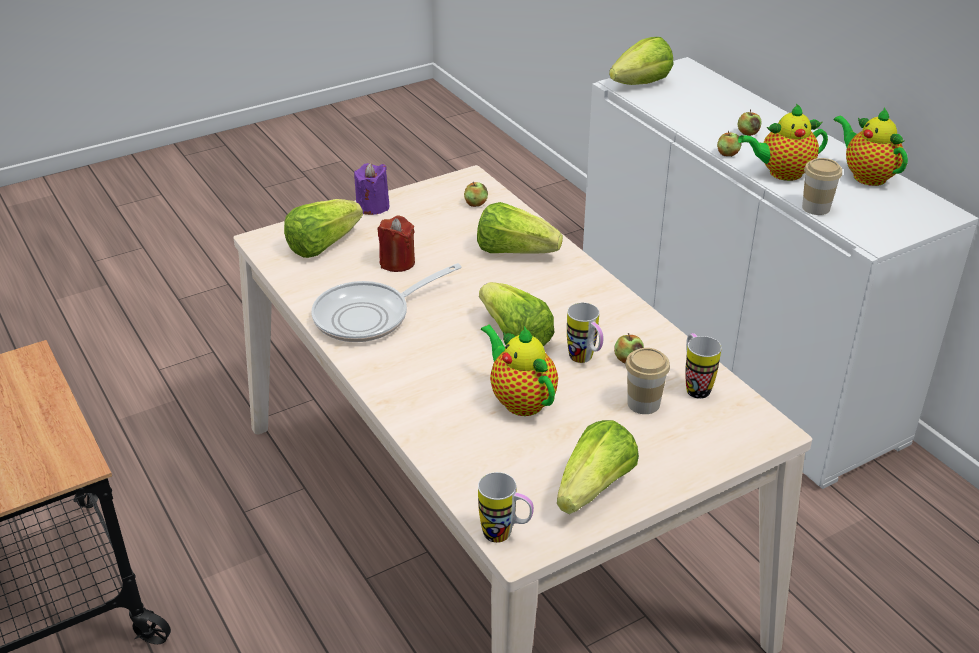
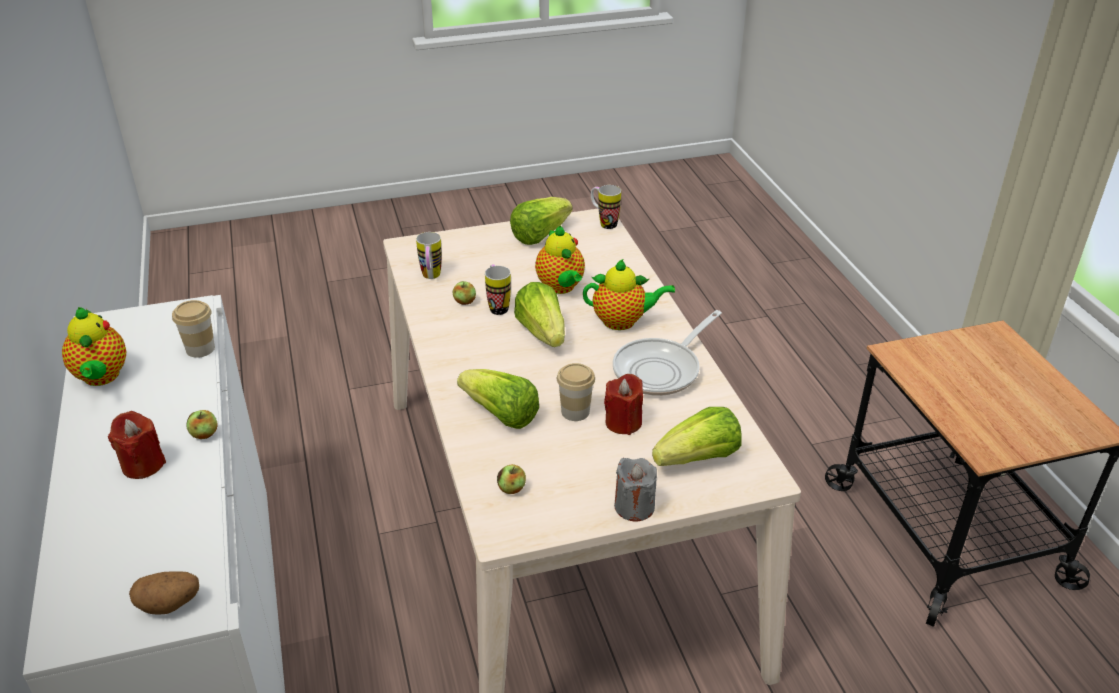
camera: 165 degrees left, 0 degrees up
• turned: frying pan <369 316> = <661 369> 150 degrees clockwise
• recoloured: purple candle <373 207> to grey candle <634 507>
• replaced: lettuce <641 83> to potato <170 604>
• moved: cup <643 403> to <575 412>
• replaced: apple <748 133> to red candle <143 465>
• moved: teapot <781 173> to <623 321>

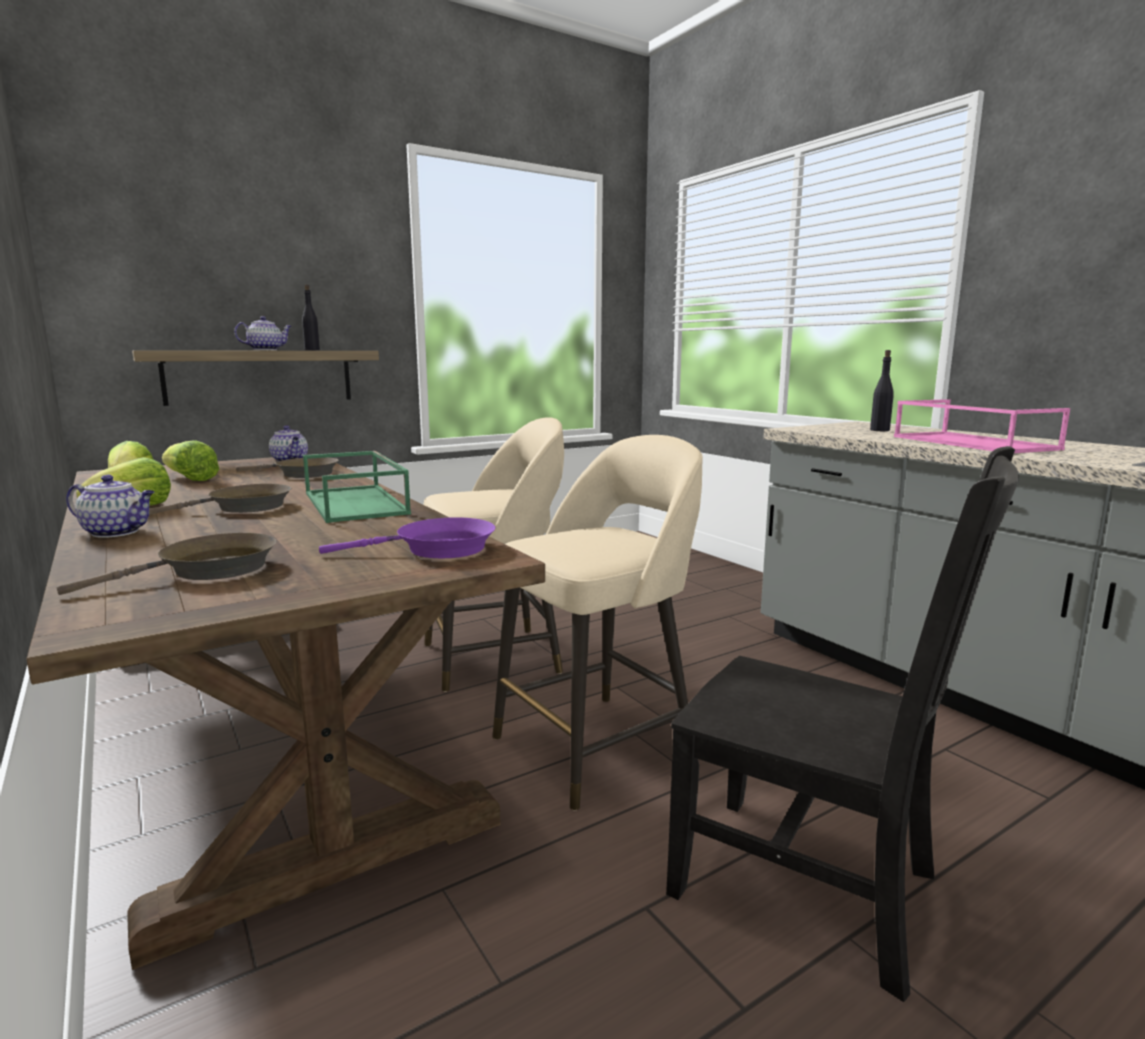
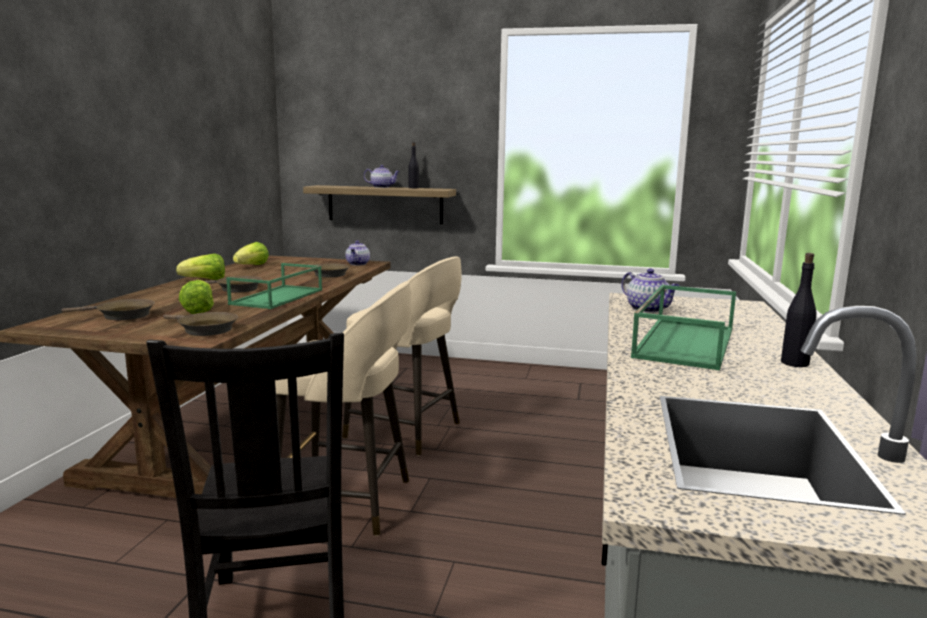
camera: 45 degrees right, 0 degrees up
• moved: teapot <117 532> to <648 309>
• moved: lettuce <190 479> to <199 310>
• recoloured: purple frying pan <437 549> to brown frying pan <204 329>
• moved: black bottle <879 430> to <795 363>
• recoloured: pink tray <970 443> to green tray <683 342>

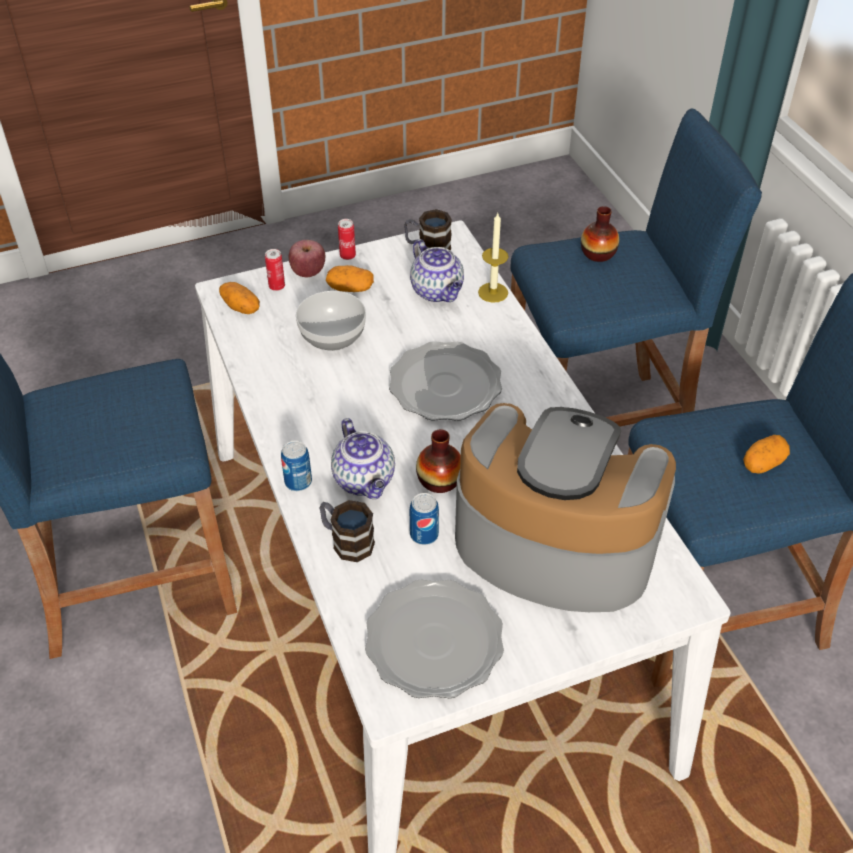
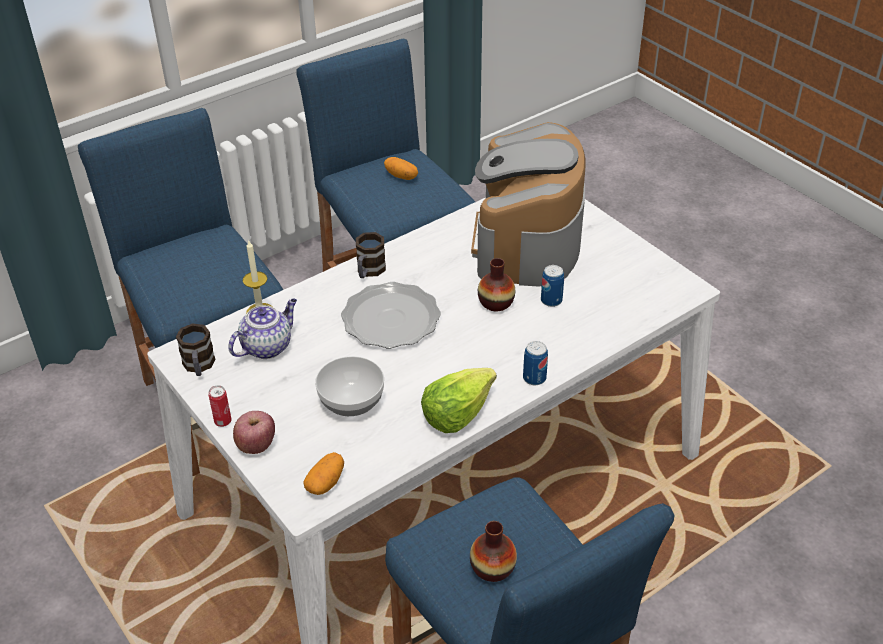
camera: 105 degrees left, 5 degrees down
• removed: can <277 286>
• moved: mug <346 541> to <369 271>
• removed: potato <350 288>
• removed: teapot <365 481>
• removed: plate <434 640>
• moved: vase <598 253> to <492 567>
• added: lettuce <457 412>

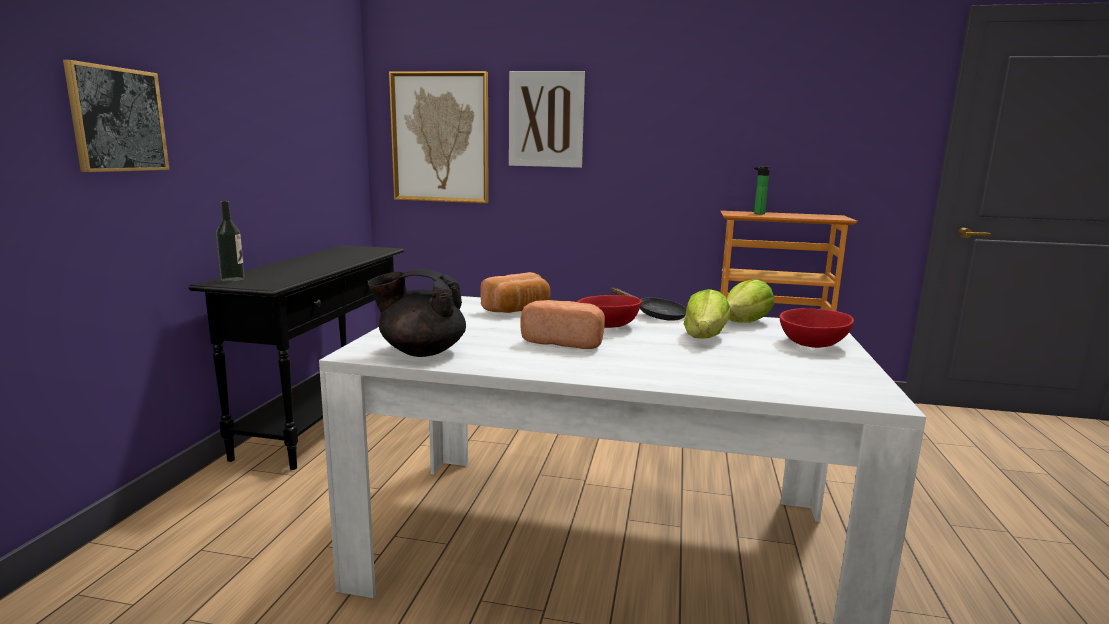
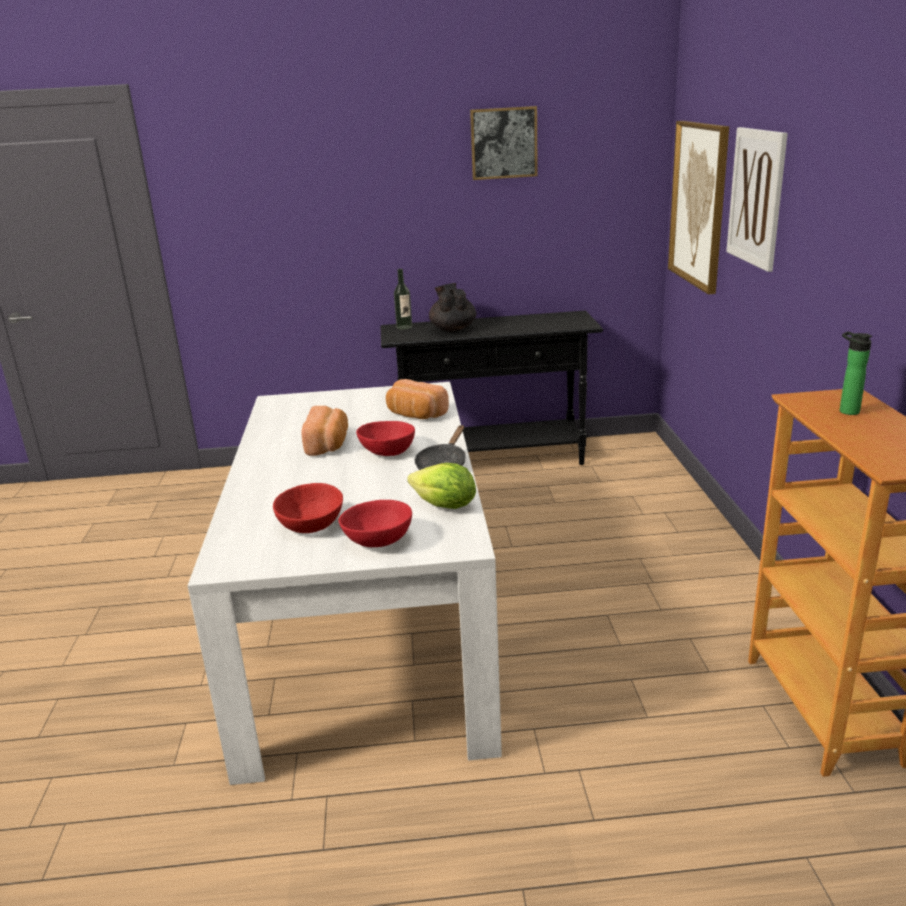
camera: 75 degrees right, 10 degrees up
• moved: picture <118 119> to <504 143>
• moved: black teapot <421 351> to <453 329>
• removed: lettuce <705 337>
• added: red bowl <310 525>

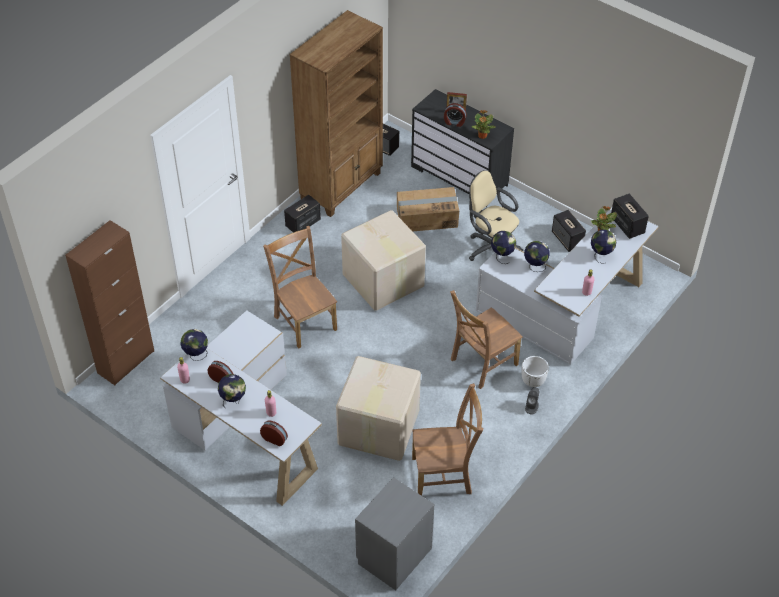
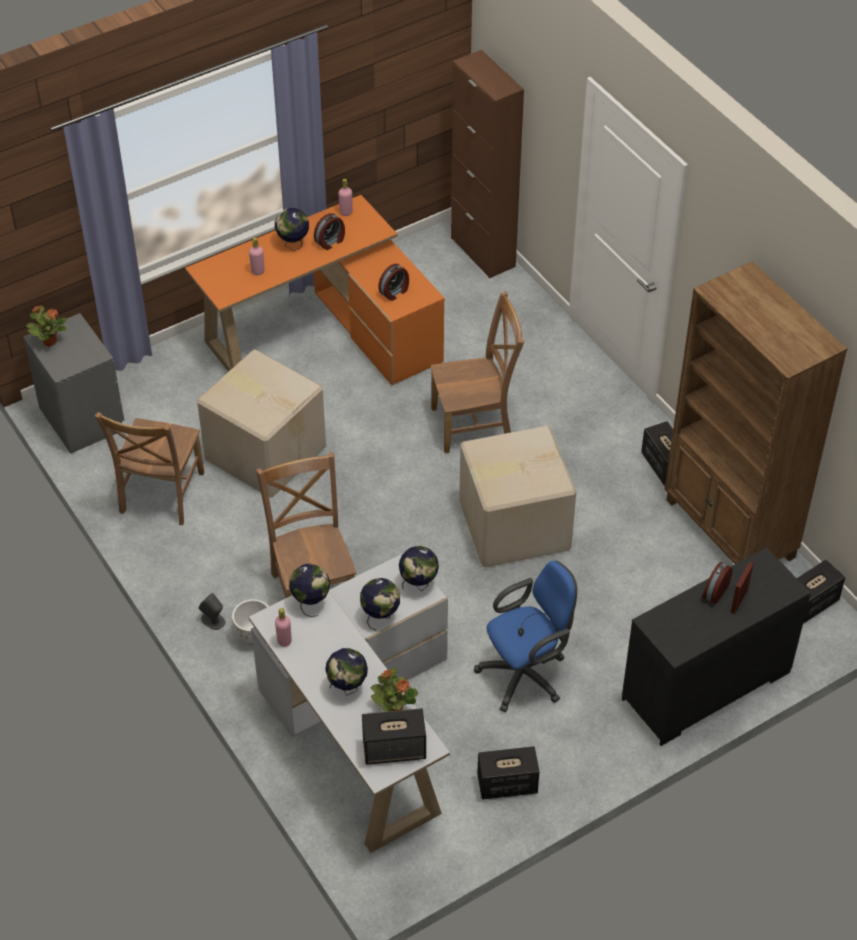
camera: 110 degrees right, 0 degrees up
• recoloured: white desk <246 430> to orange desk <326 334>
• moved: globe <196 355> to <311 603>
• moved: alarm clock <275 438> to <394 292>
• removed: cardboard box <426 217>
• recoloured: beige office chair <491 248> to blue office chair <527 674>
• moved: potted plant <482 136> to <49 341>

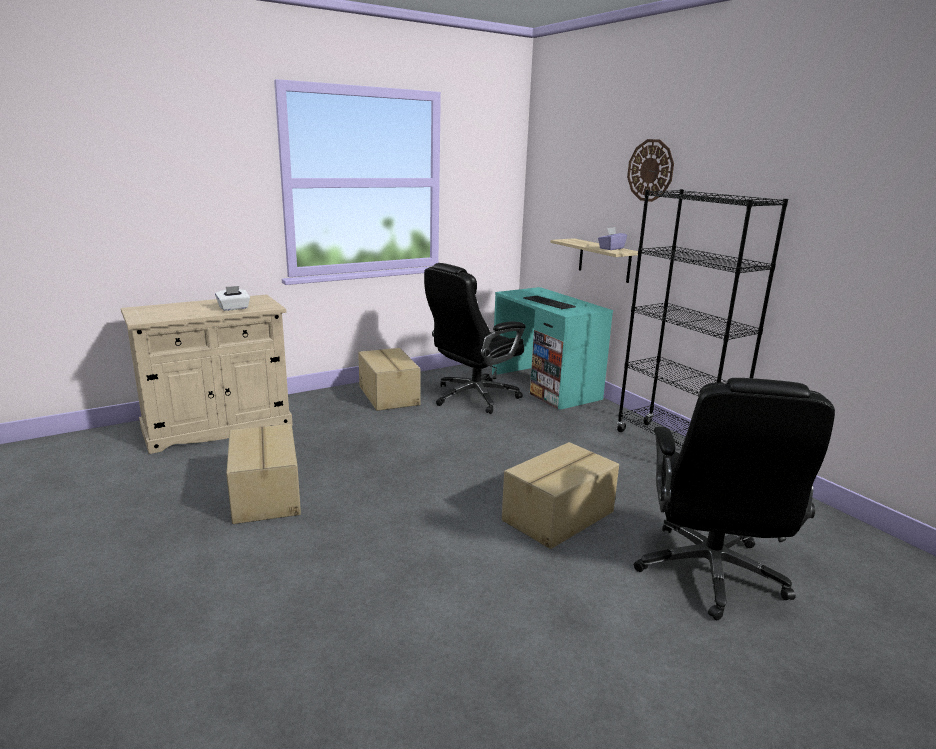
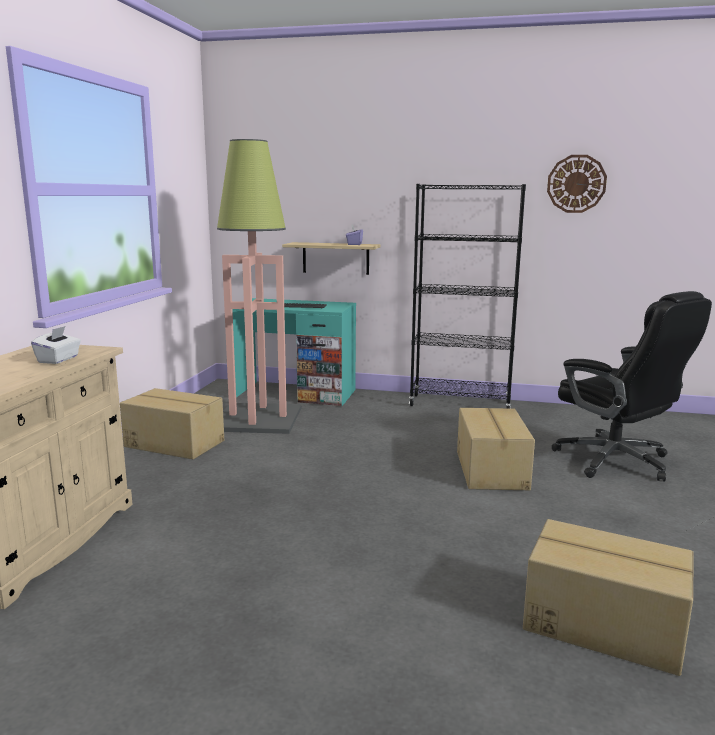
camera: 45 degrees left, 5 degrees down
• moved: cardboard box <267 494> to <603 623>
• replaced: black office chair <473 397> to floor lamp <256 419>
• moved: wall clock <650 170> to <576 184>

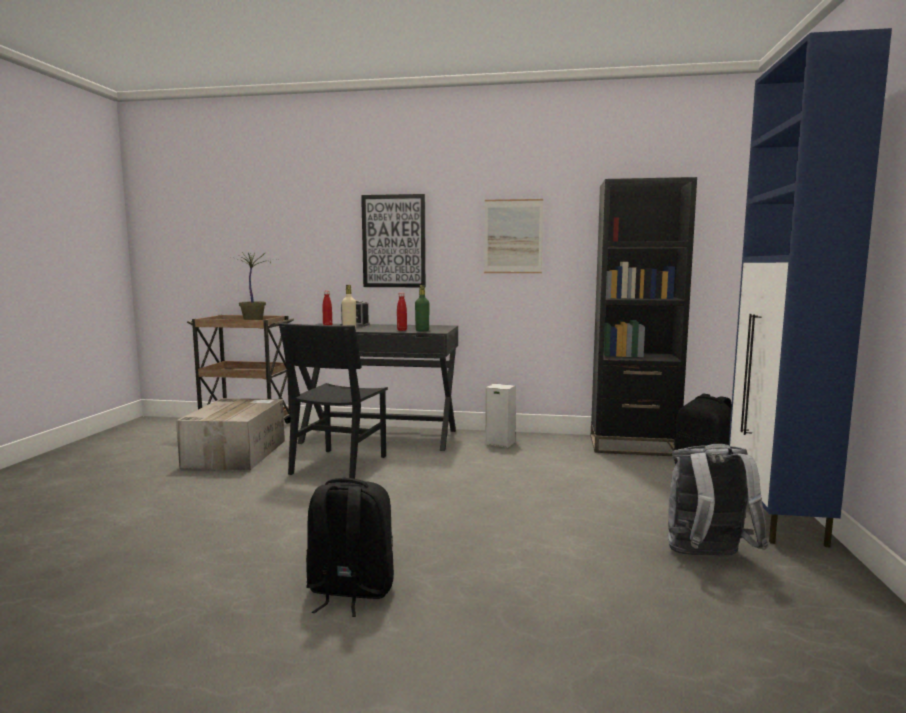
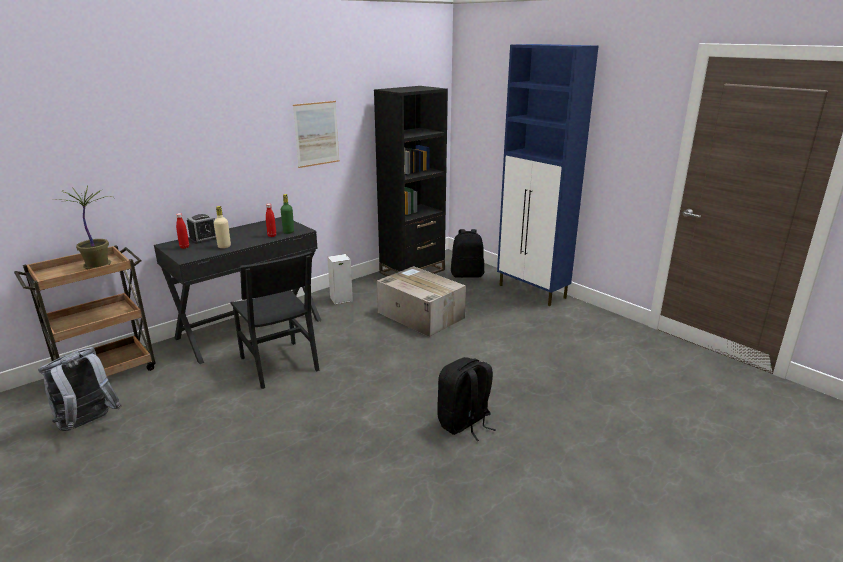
camera: 50 degrees left, 15 degrees up
• moved: cardboard box <236 453> to <419 315>
• removed: picture <394 241>
• moved: grey backpack <707 557> to <88 424>

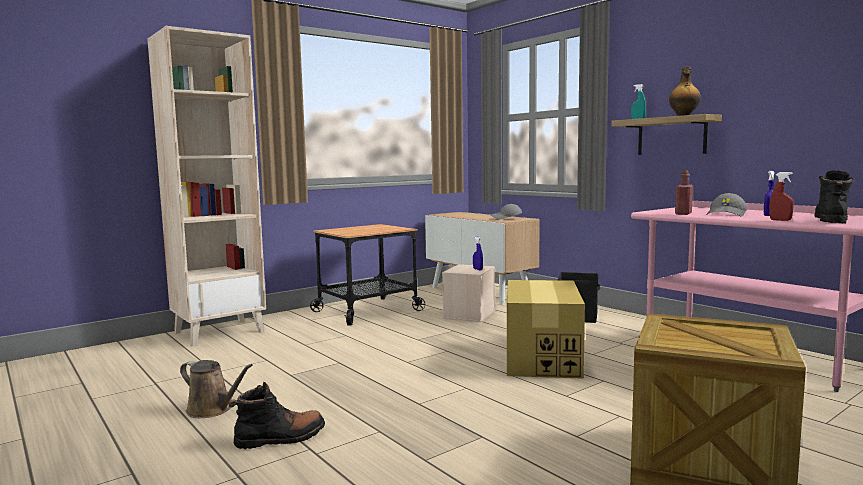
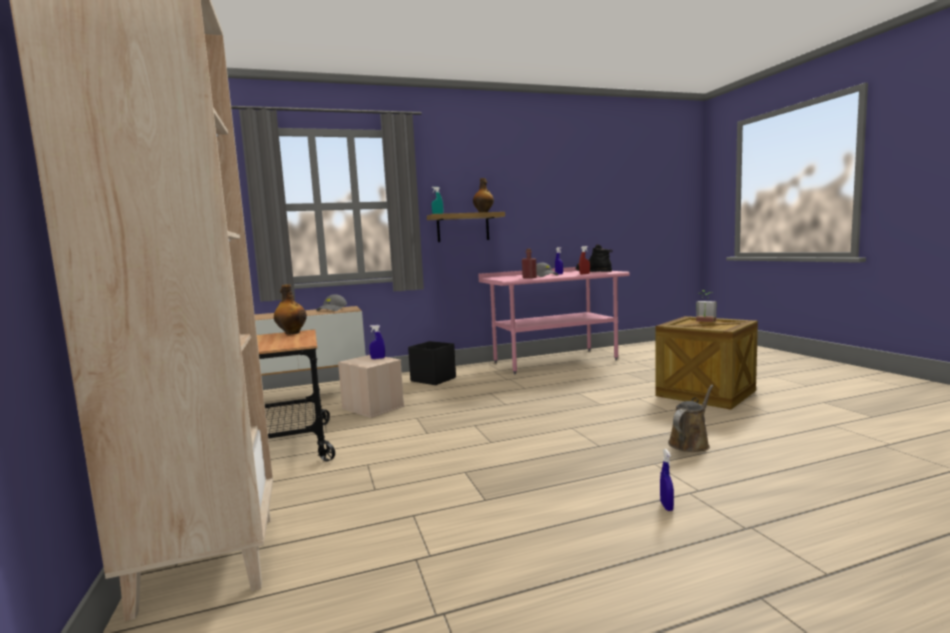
camera: 70 degrees left, 0 degrees up
• moved: brown watering can <212 410> to <690 443>
• replaced: black boot <280 438> to blue spray bottle <666 506>
• removed: cardboard box <542 358>
• added: bottle <292 333>
• added: potted plant <704 321>

